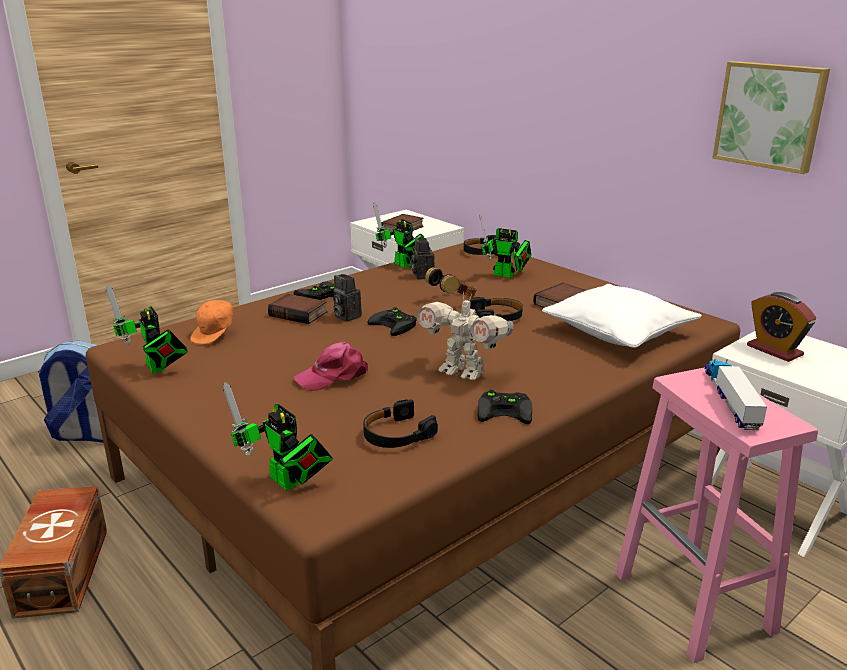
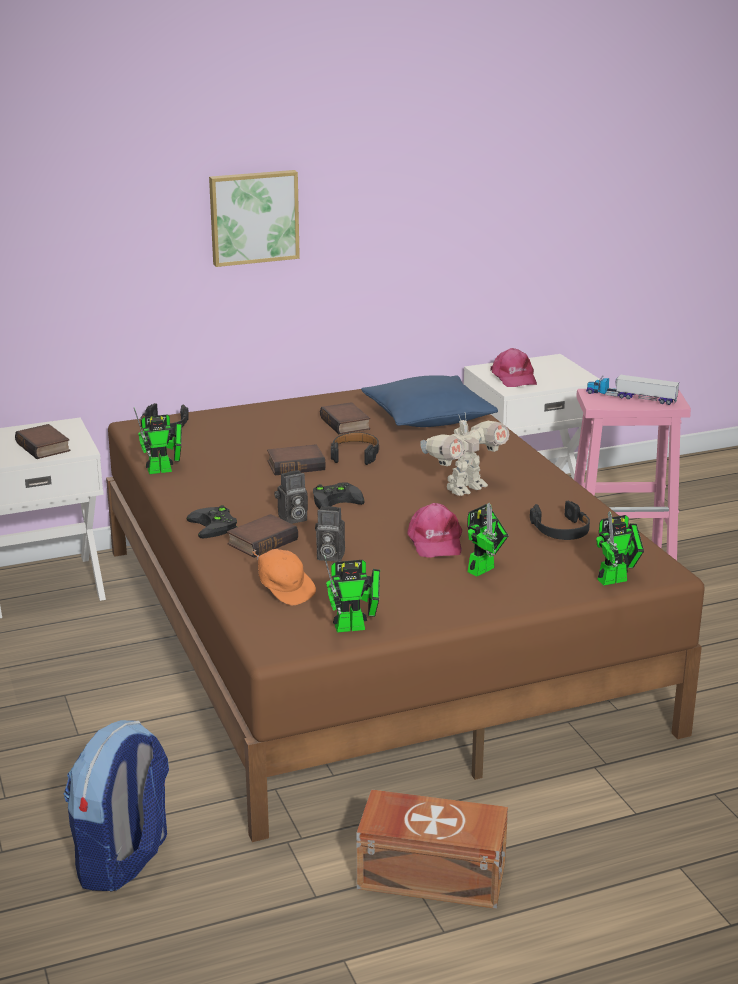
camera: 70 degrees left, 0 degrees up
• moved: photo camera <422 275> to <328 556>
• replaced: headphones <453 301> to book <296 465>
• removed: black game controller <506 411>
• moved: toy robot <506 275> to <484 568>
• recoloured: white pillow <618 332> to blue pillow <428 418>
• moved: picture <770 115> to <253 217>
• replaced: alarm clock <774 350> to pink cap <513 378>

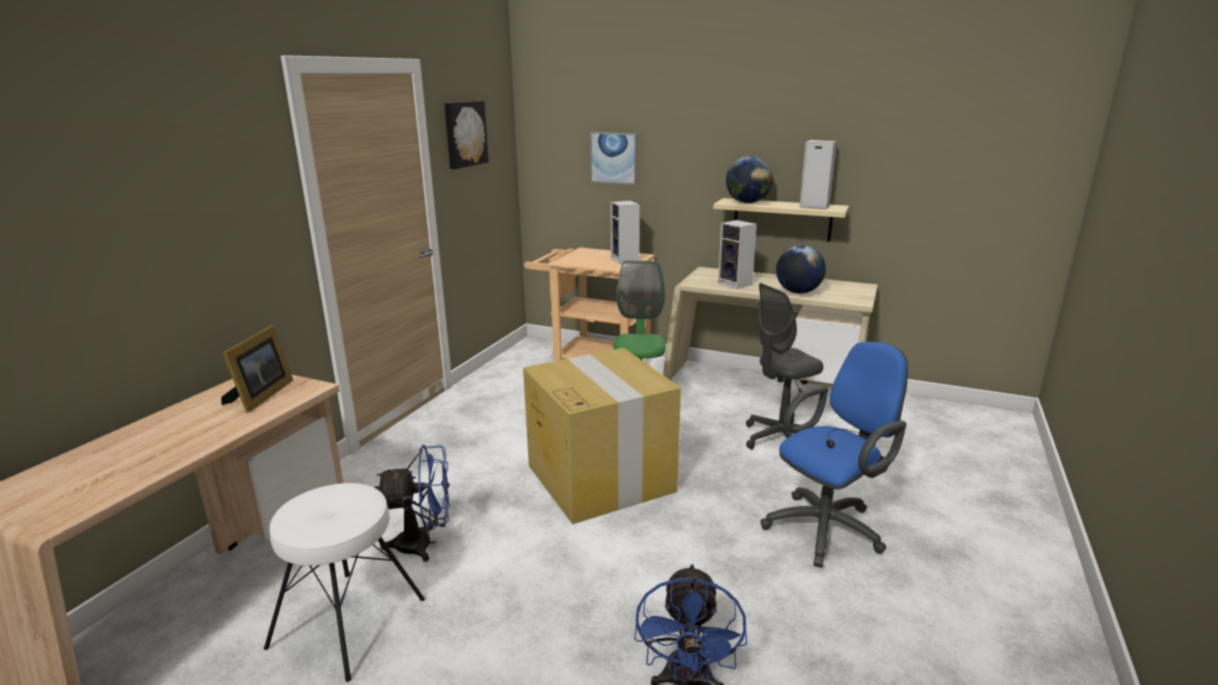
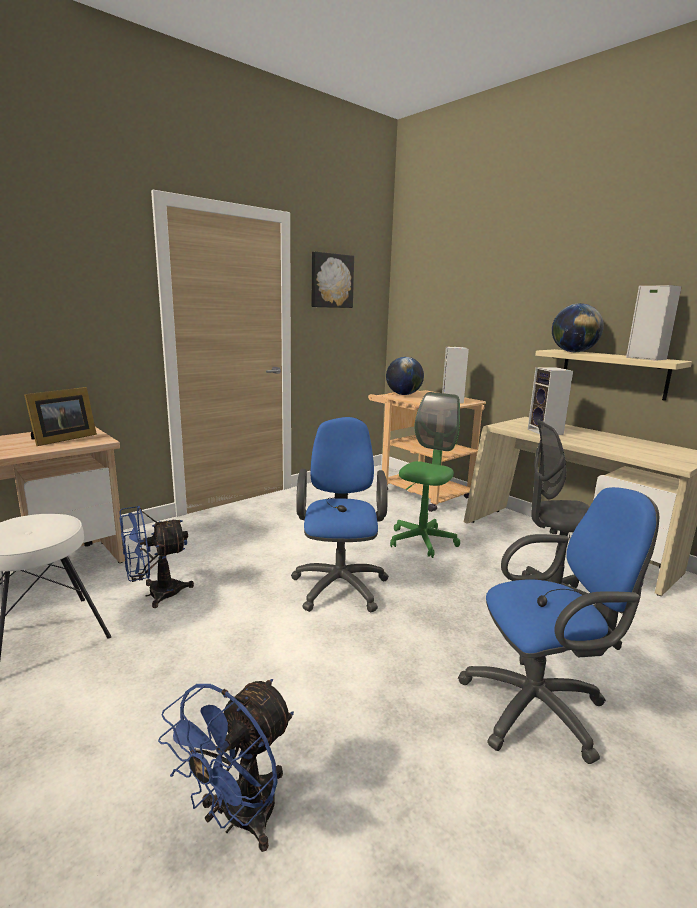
camera: 25 degrees right, 5 degrees down
• turned: blue fan <424 544> = <155 594> 135 degrees clockwise
• replaced: cardboard box <599 477> to blue office chair <340 584>
• removed: picture <614 158>
• moved: globe <798 292> to <403 394>

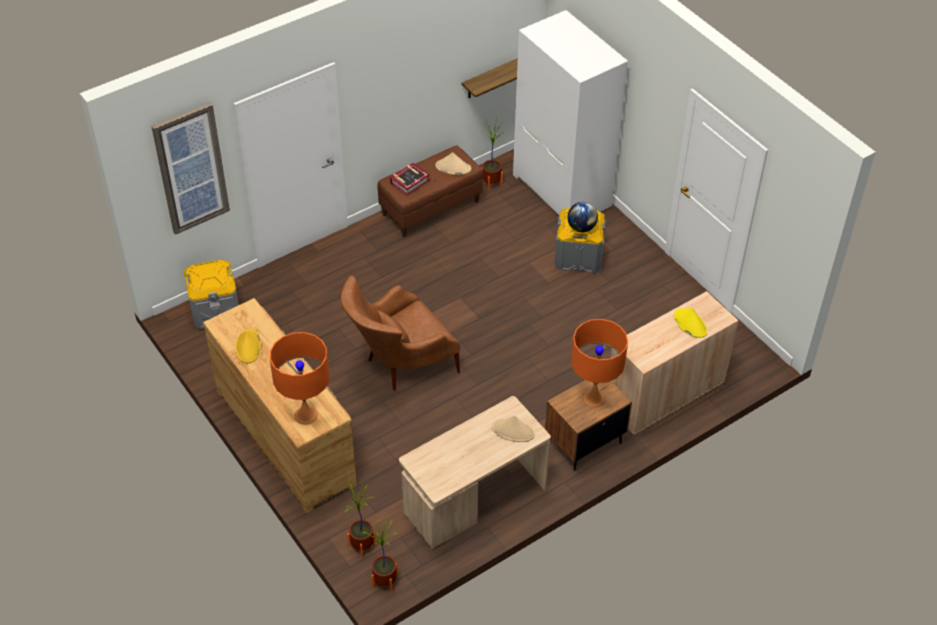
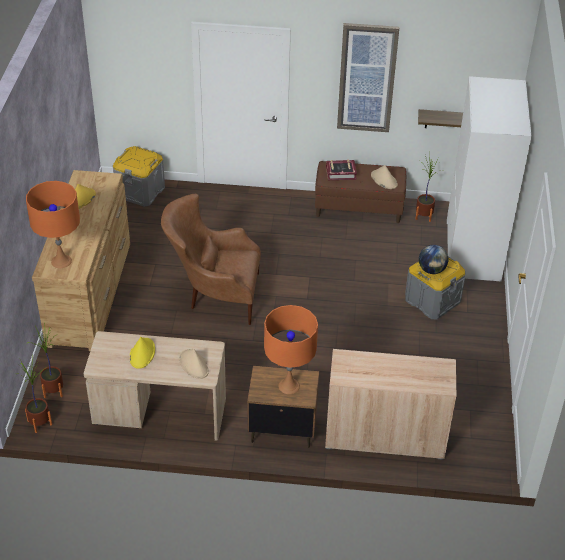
camera: 40 degrees right, 5 degrees down
• moved: picture <191 169> to <367 78>
• moved: yellow hat <690 323> to <142 353>

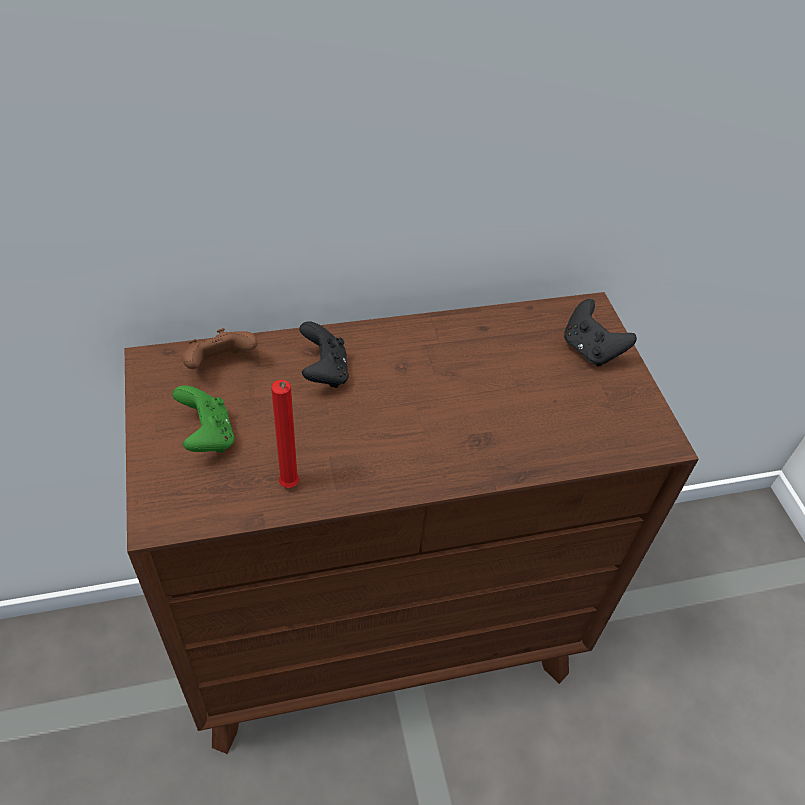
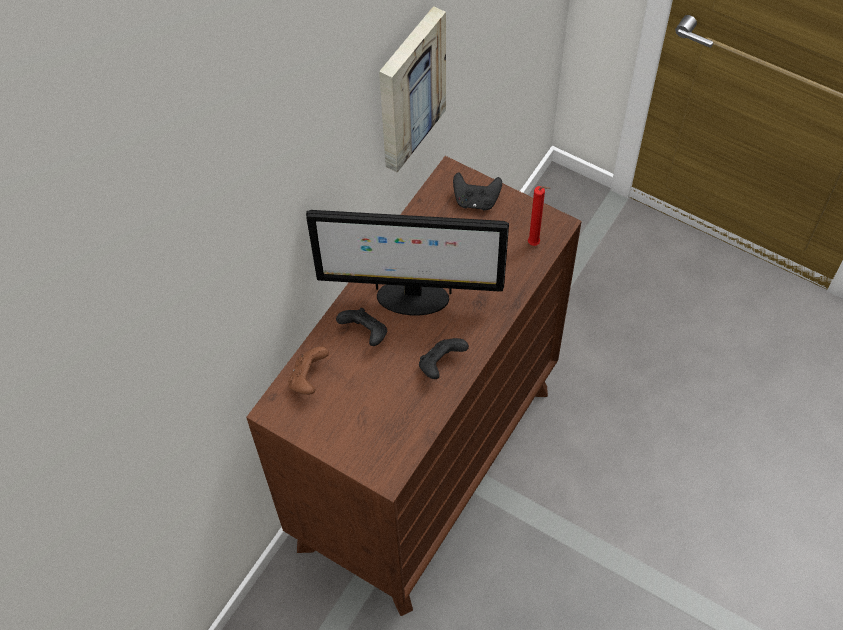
camera: 40 degrees left, 10 degrees up
• removed: green game controller <207 436>
• moved: red candle <289 487> to <535 244>
• added: monitor <411 298>
• added: picture <408 89>
• added: black game controller <441 364>

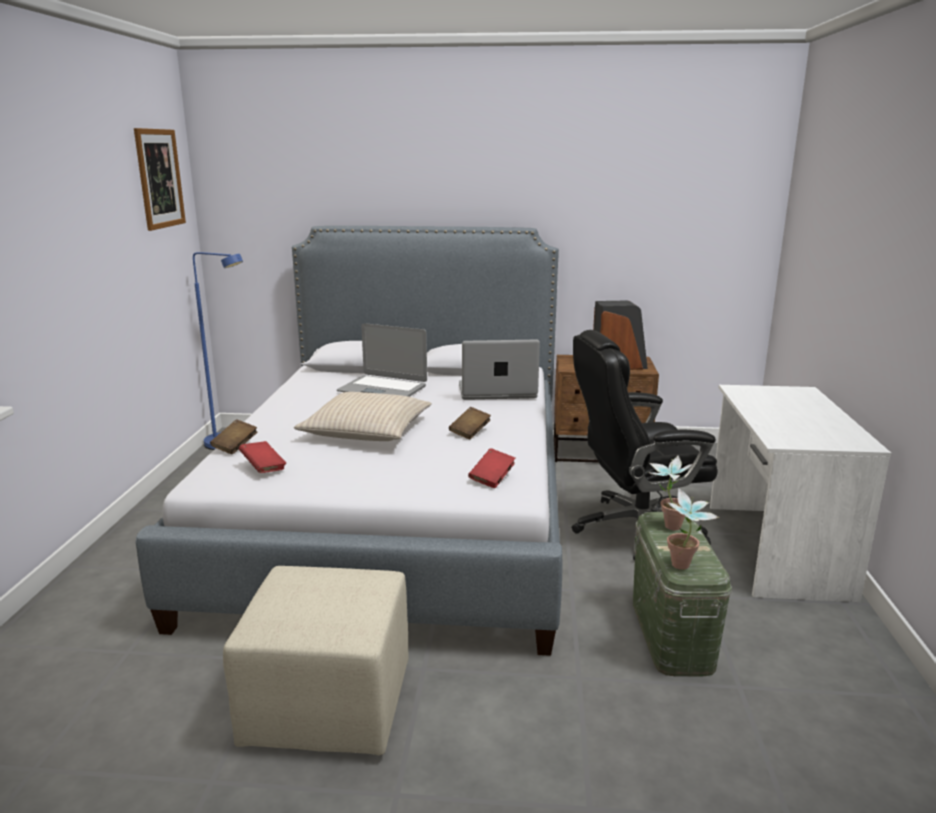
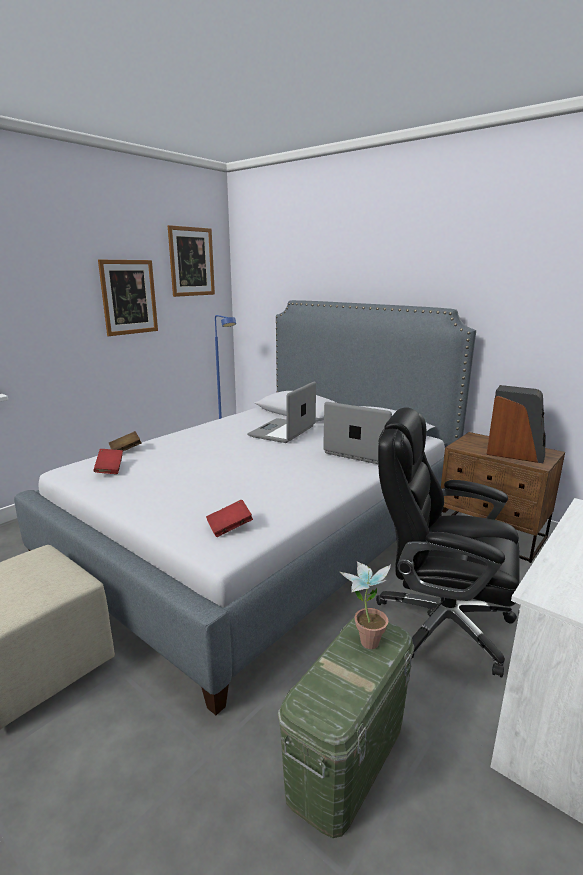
camera: 35 degrees right, 0 degrees up
• removed: beige pillow <366 431>
• turned: laptop <383 389> = <283 431> 60 degrees clockwise
• removed: brown book <470 432>
• removed: potted plant <684 568>
• added: picture <129 297>

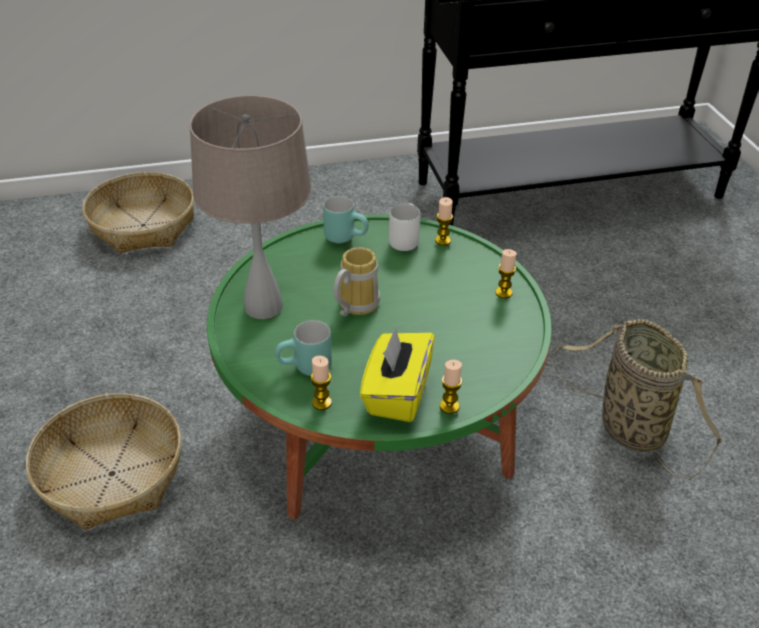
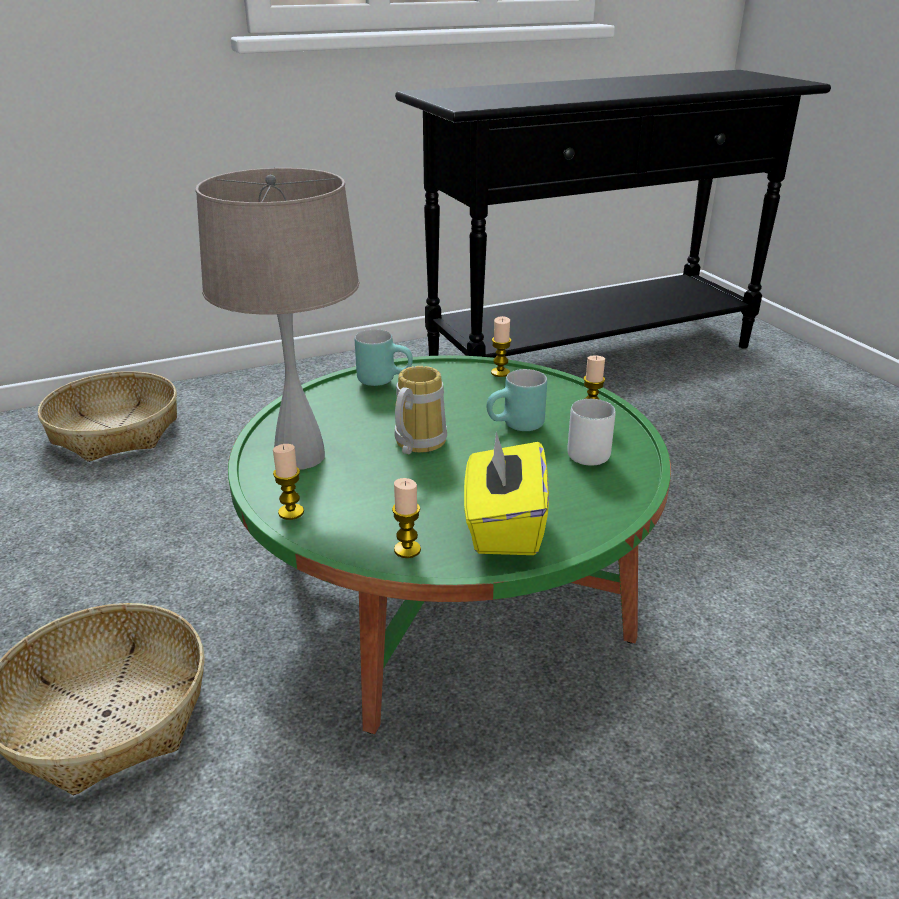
camera: 10 degrees left, 10 degrees down
• moved: turquoise mug <305 369> to <517 427>
• moved: white mug <403 239> to <584 451>
• moved: candle <449 406> to <291 512>
• removed: basket <626 426>

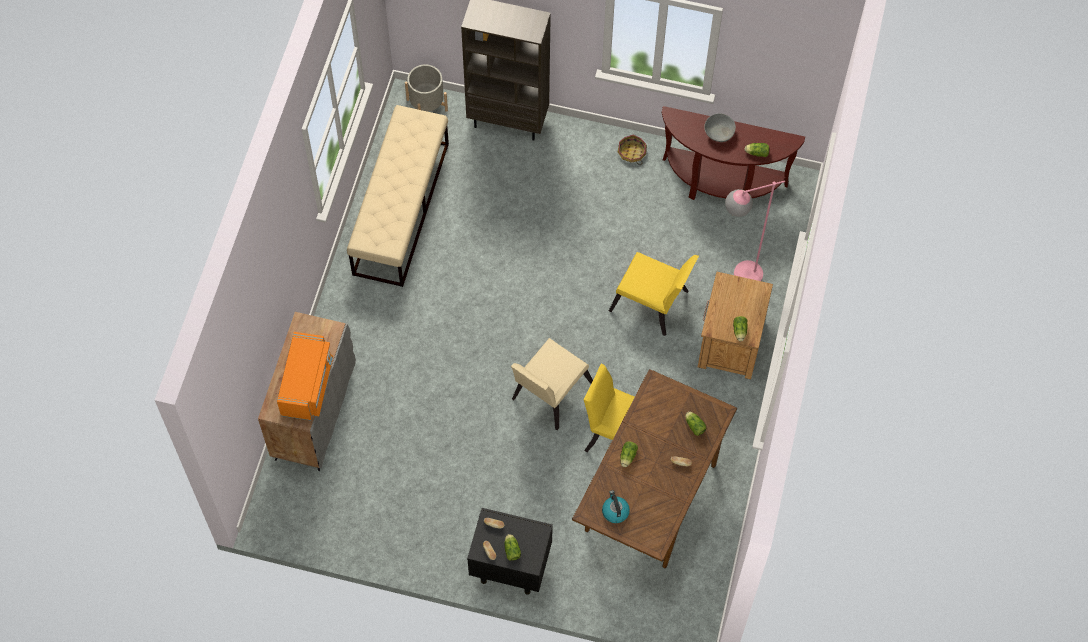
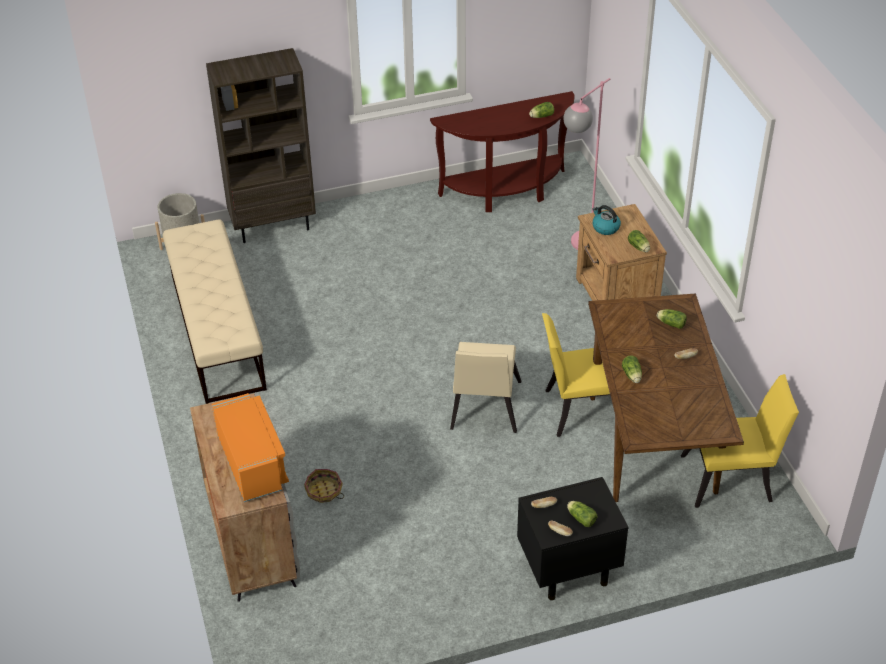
camera: 30 degrees left, 20 degrees down
• moved: kettle <615 511> to <605 227>
• moved: yellow chair <653 304> to <733 479>
• moved: basket <631 153> to <324 491>
• removed: grey bowl <718 133>

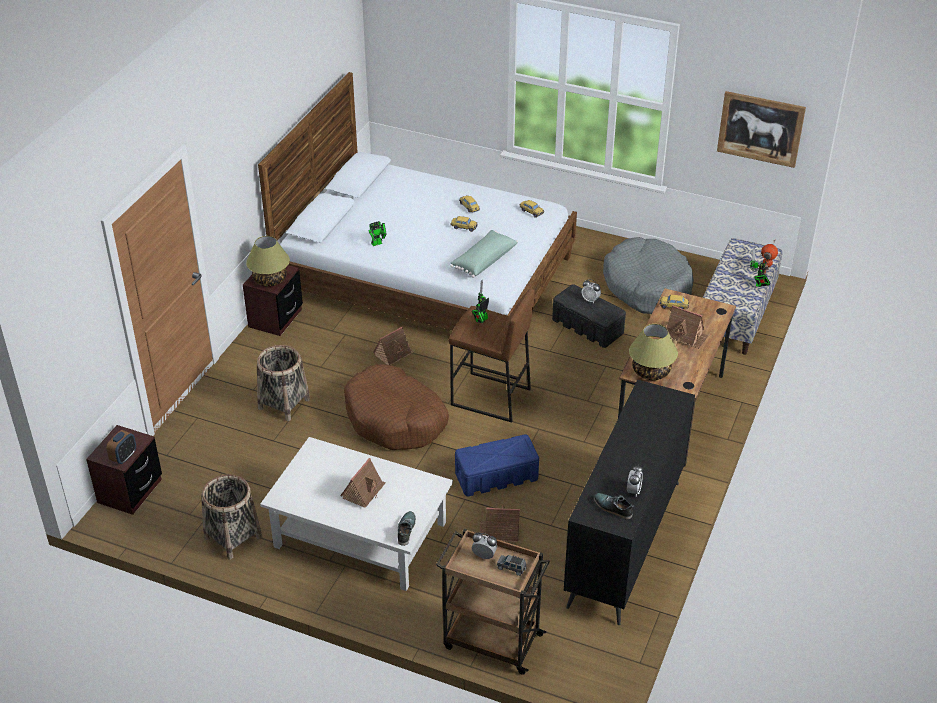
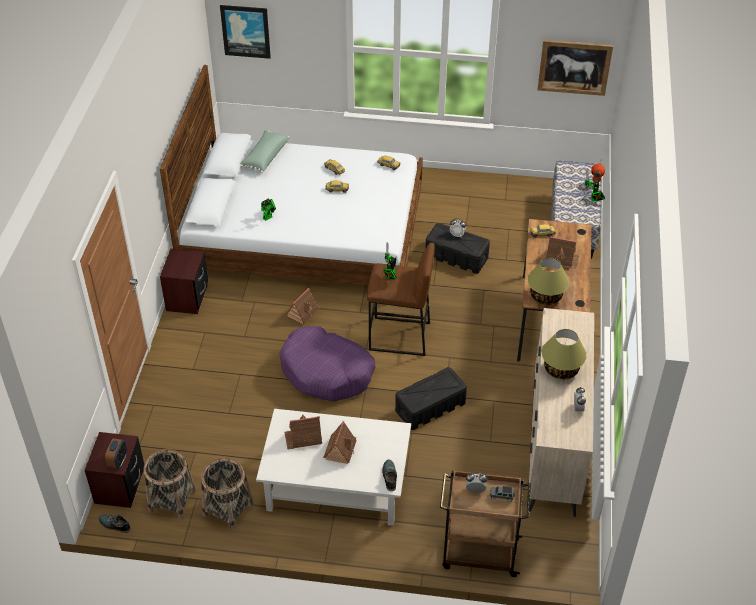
camera: 15 degrees left, 5 degrees up
• moved: table lamp <270 280> to <561 369>
• moved: basket <284 404> to <172 501>
• recoloured: brown dog bed <395 419> to purple dog bed <327 372>
• moved: green pillow <483 260> to <265 157>
• recoloured: blue storage box <496 476> to black storage box <430 407>
• moved: toy house <499 531> to <303 438>
• recoloured: black dresser <623 543> to beige dresser <553 444>
• moved: shoe <612 508> to <114 525>
• removed: grey dog bed <647 286>
• added: picture <246 31>

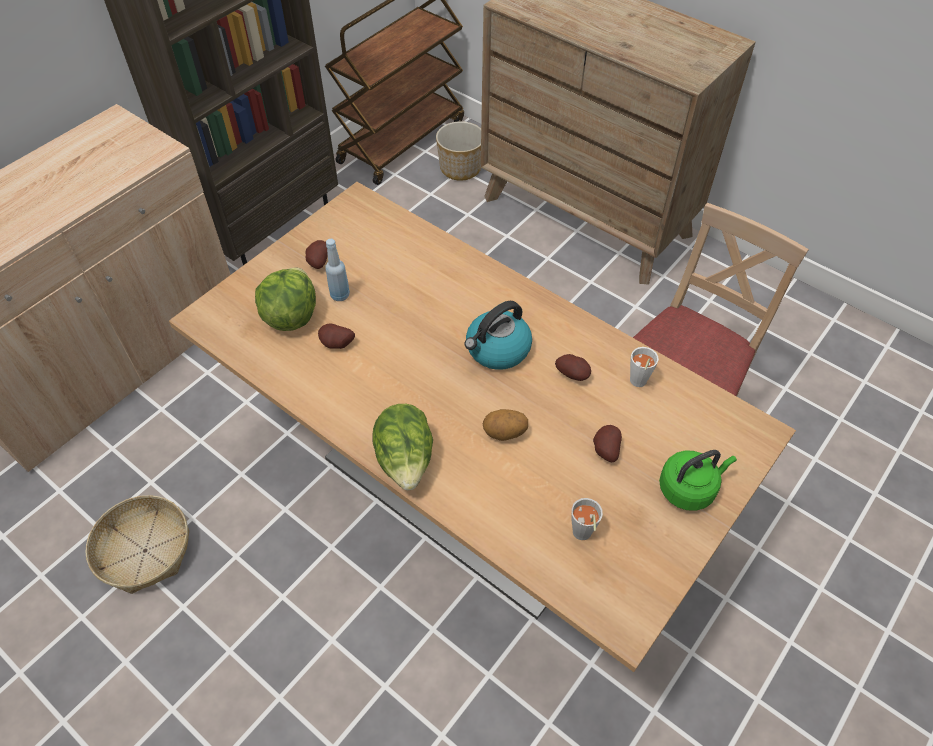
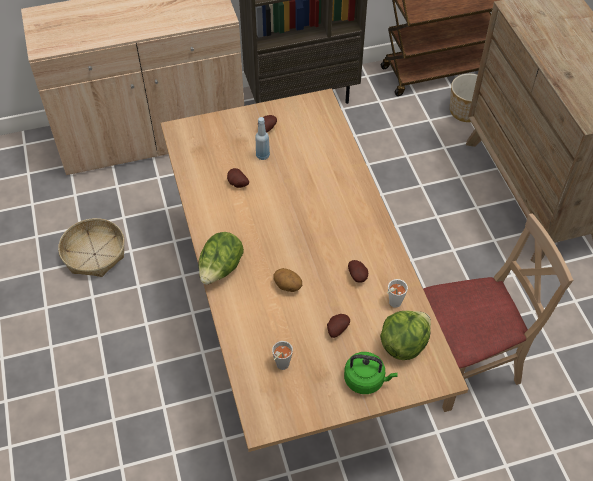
camera: 35 degrees right, 0 degrees up
• moved: lettuce <290 316> to <403 344>
• removed: kettle <497 350>

